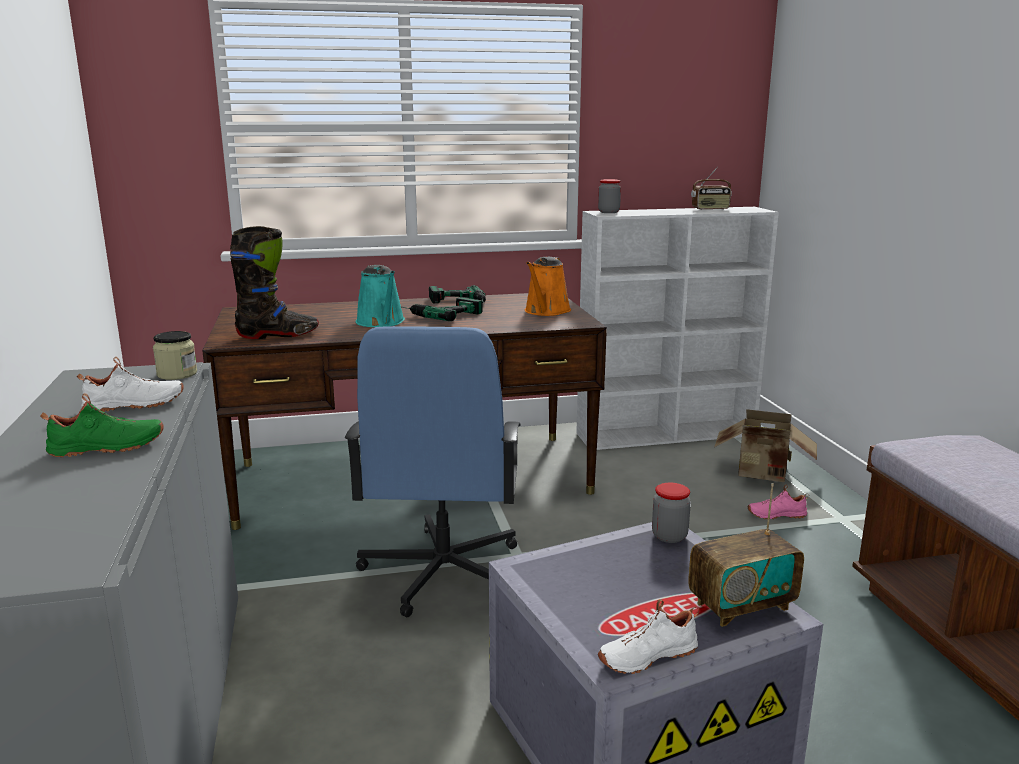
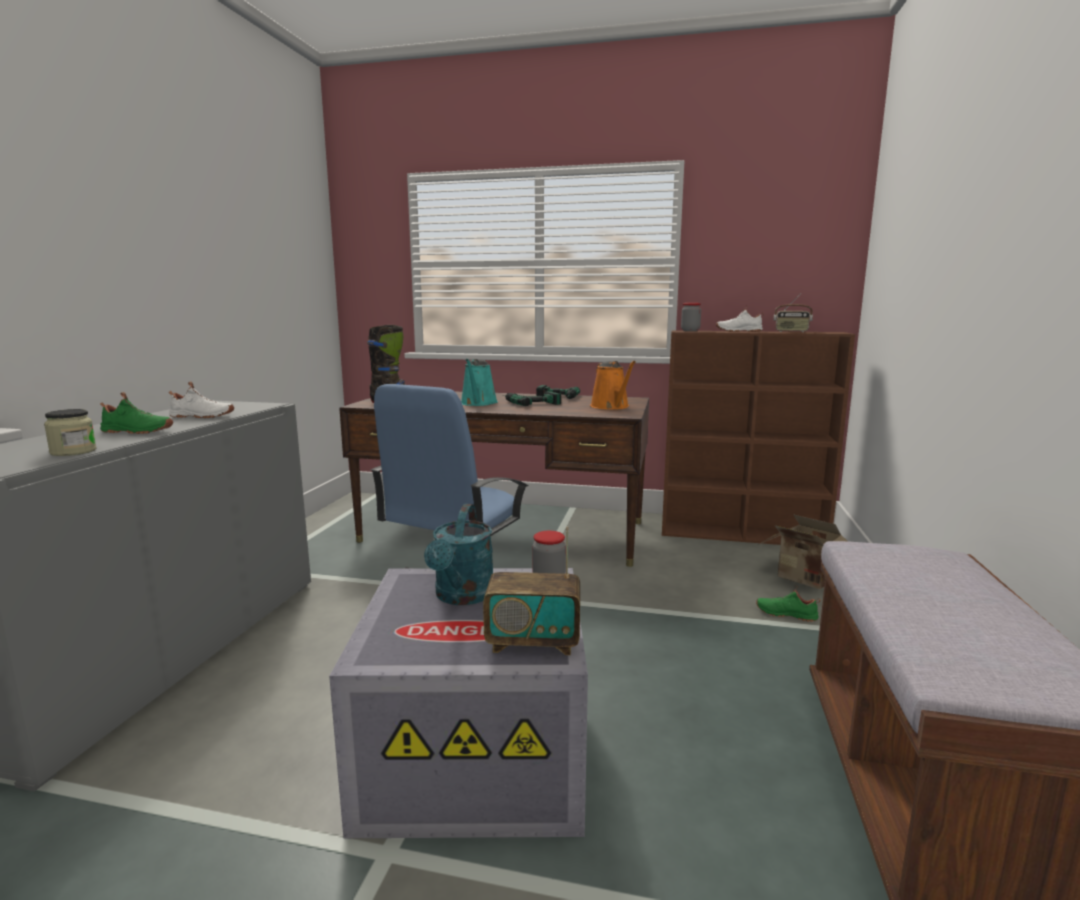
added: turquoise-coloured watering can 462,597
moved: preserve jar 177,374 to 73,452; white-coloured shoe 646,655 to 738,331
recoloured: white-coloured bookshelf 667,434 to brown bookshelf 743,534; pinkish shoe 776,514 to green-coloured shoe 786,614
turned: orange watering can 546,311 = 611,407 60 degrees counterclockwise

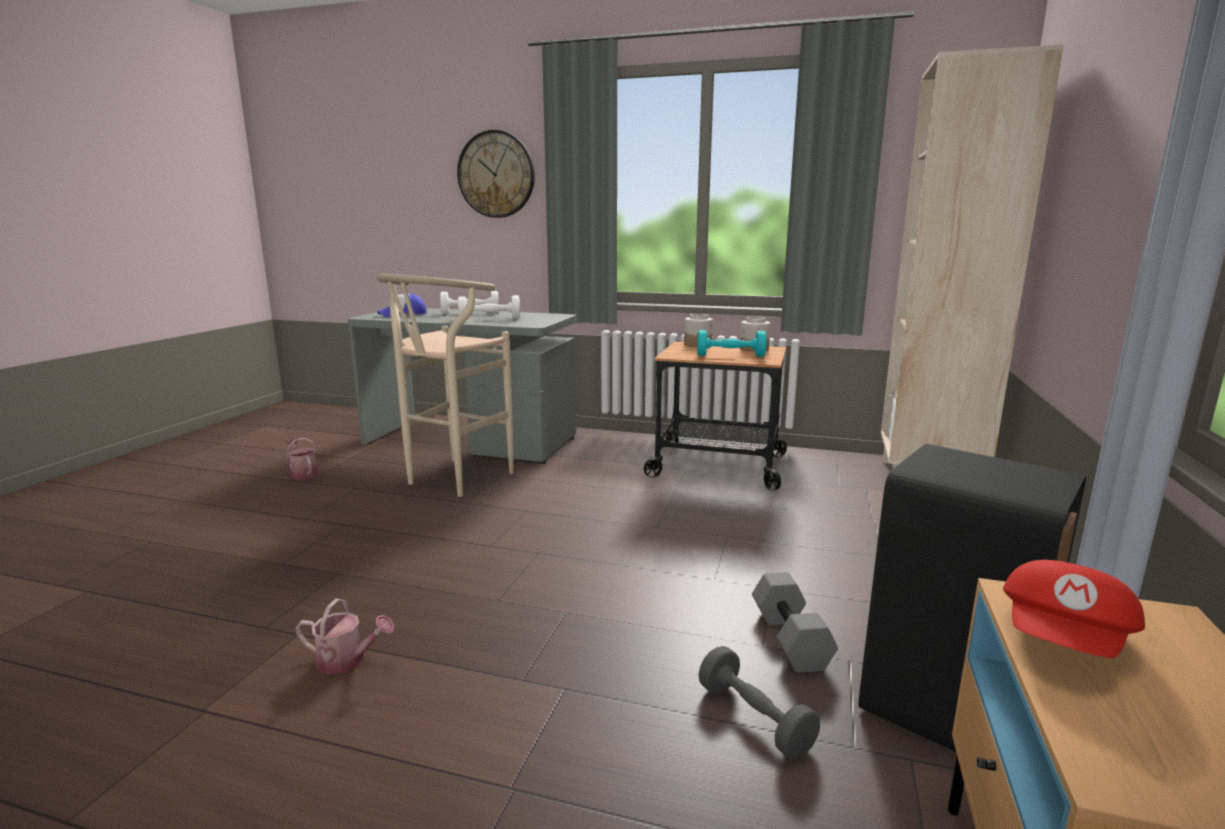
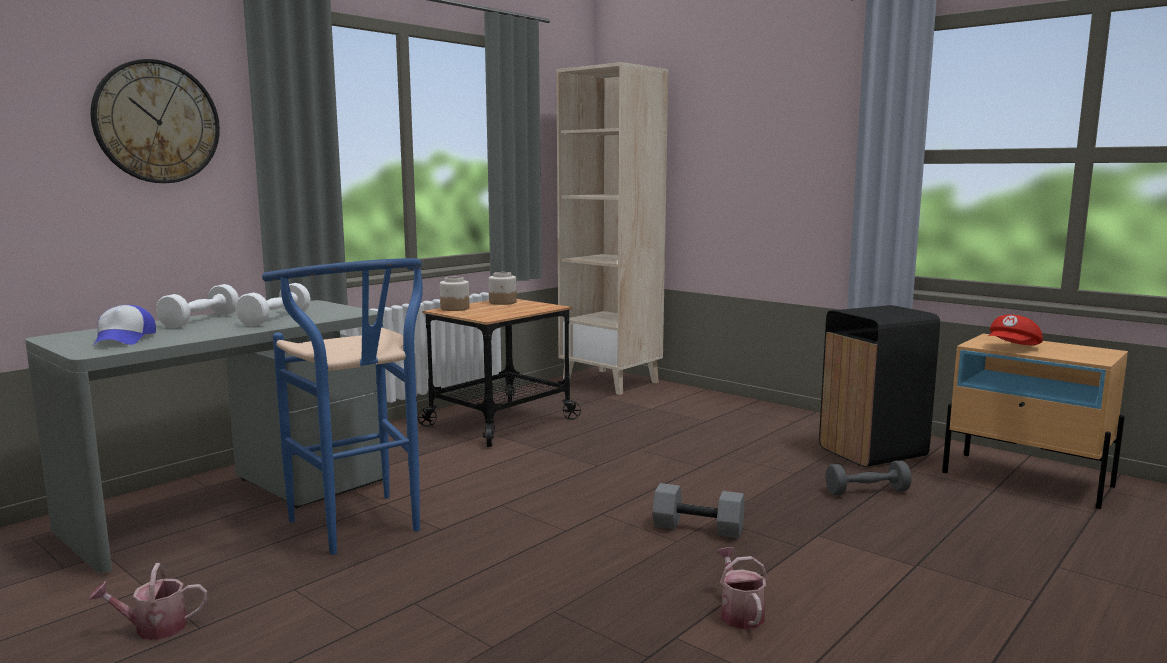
removed: turquoise-coloured free weight 730,356
moved: grey free weight 792,640 to 699,527
recoloured: beige sitting stool 452,481 to bluish sitting stool 362,529
turned: watering can 347,660 = 739,613 45 degrees counterclockwise; reddish peaked cap 1065,642 = 1013,348 75 degrees clockwise

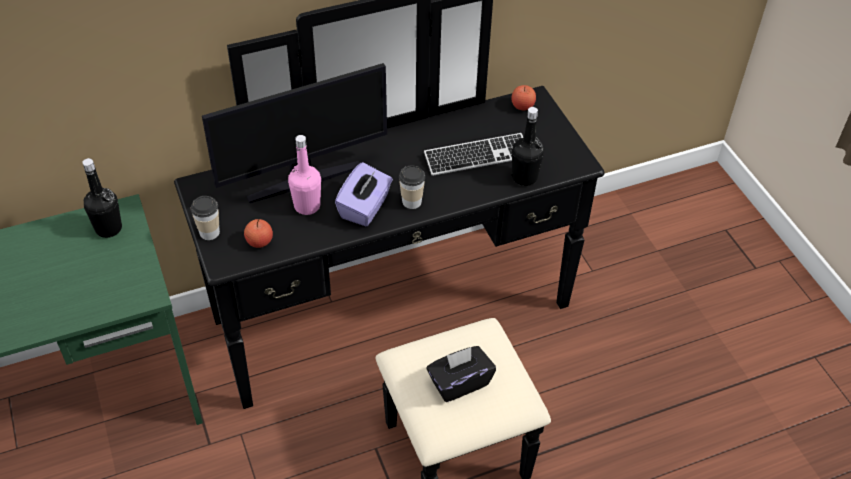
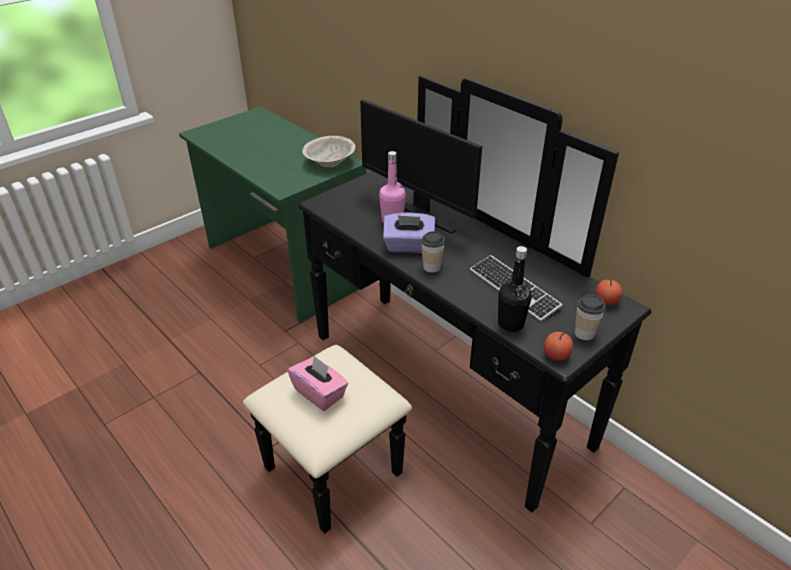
moved: whole apple 259,241 to 556,355; cup 209,232 to 584,333
replaced: black drink bottle 108,228 to beige deep dish 330,162
recoloured: black tissue box 459,383 to pinkish tissue box 319,393

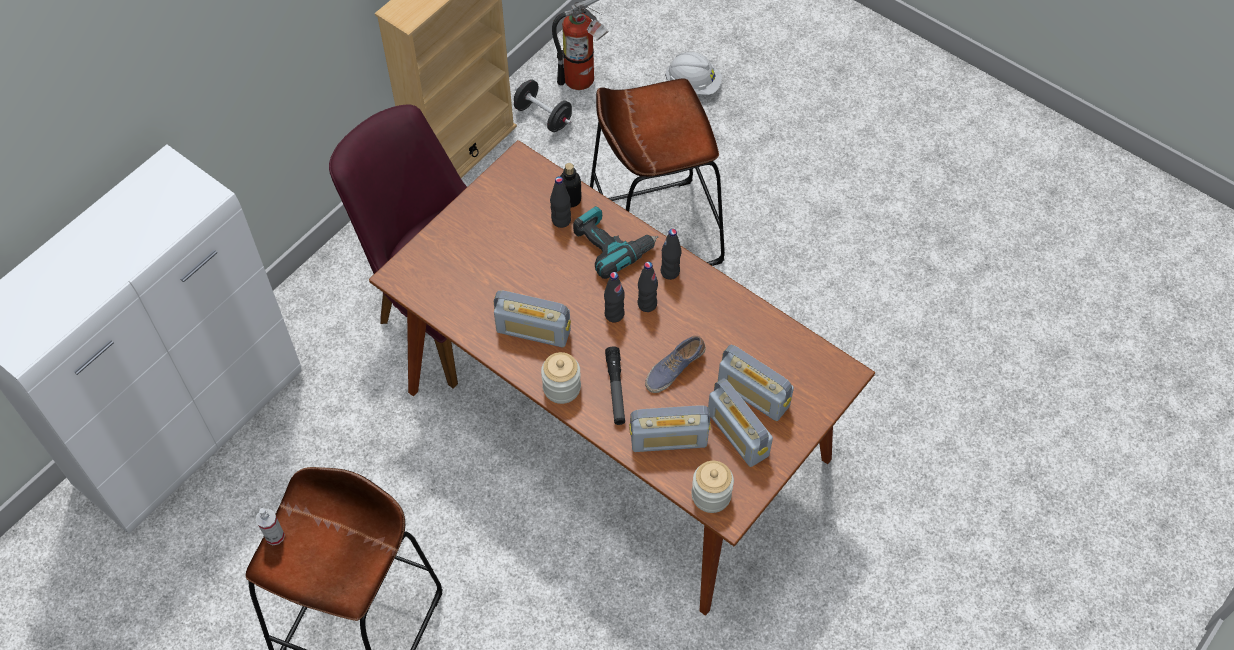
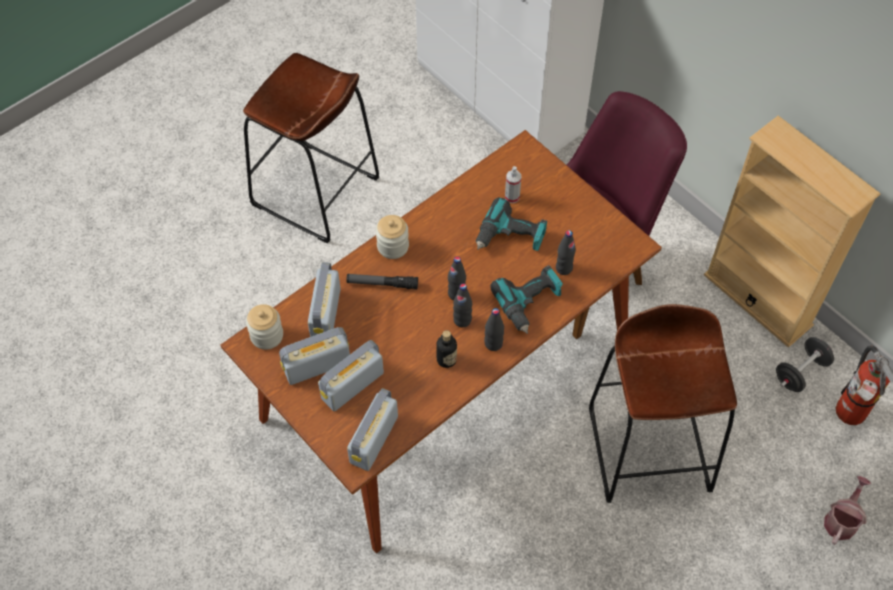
removed: shoe 674,368
added: electric drill 510,237
moved: radio receiver 533,331 to 374,439; drink bottle 570,200 to 446,359; hand sprayer 275,536 to 512,197
replaced: white-coloured hard hat 693,84 to watering can 842,520

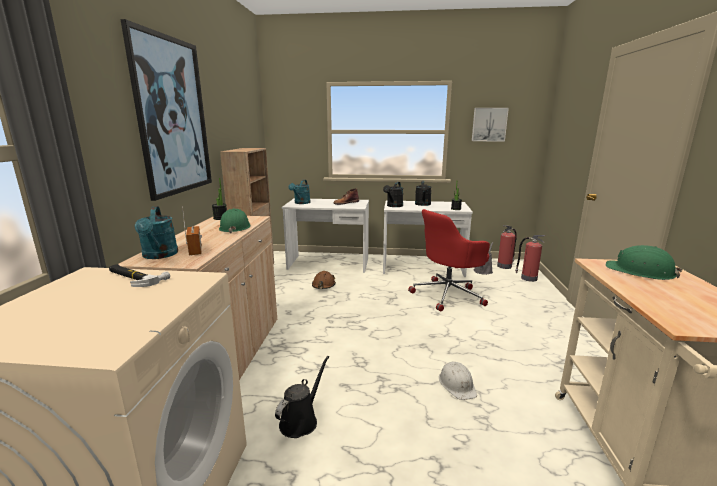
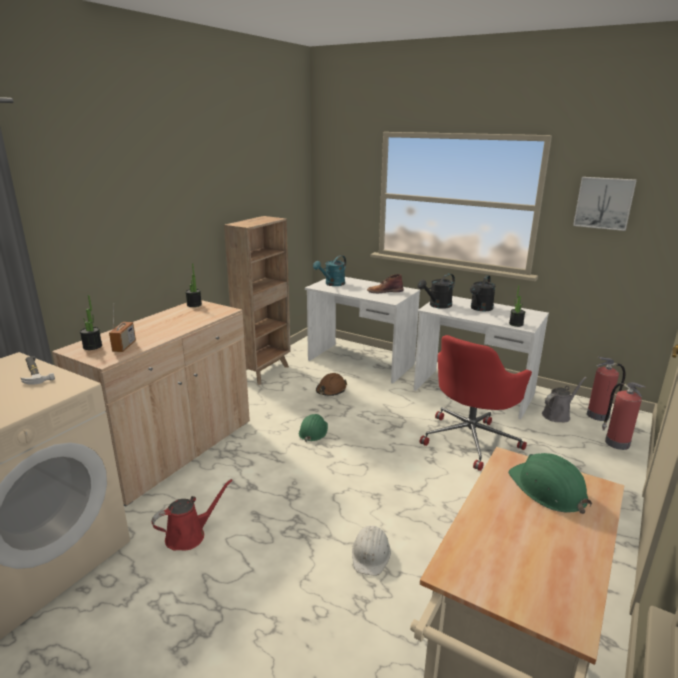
removed: picture 173,117
moved: green-coloured hard hat 235,227 to 313,431
replaced: turquoise-coloured watering can 159,255 to plant in a pot 92,346
recoloured: black watering can 301,420 to reddish watering can 189,535
turned: reddish desk chair 448,295 = 471,439 45 degrees counterclockwise

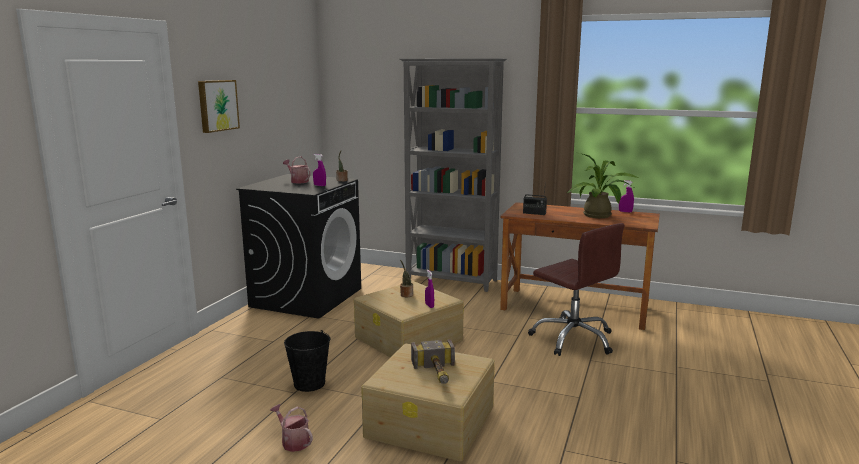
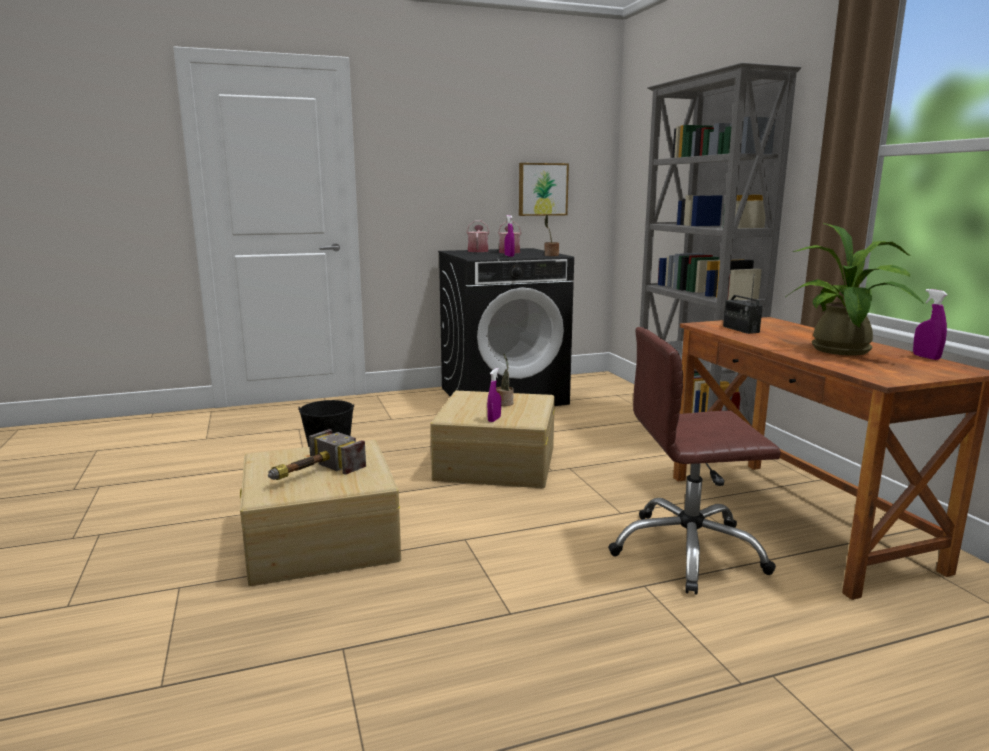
moved: watering can 293,441 to 478,251; picture 217,105 to 542,189
turned: brown desk chair 573,339 = 688,551 75 degrees clockwise

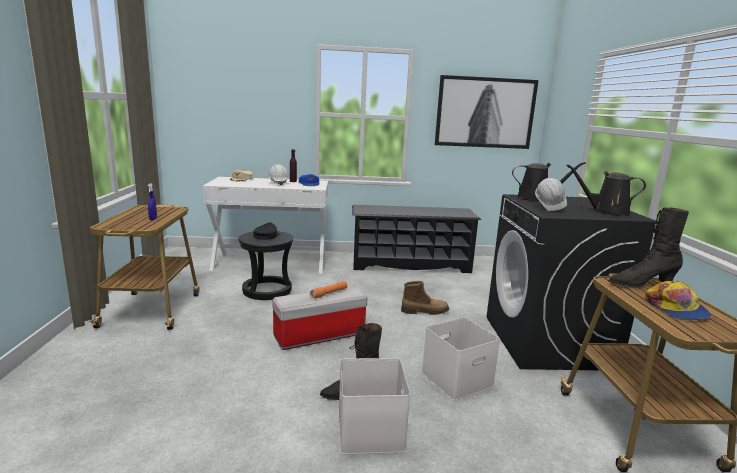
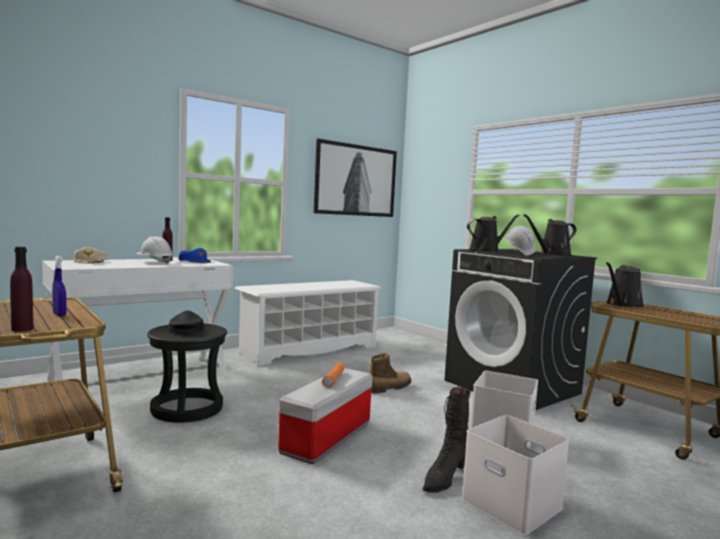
removed: peaked cap 676,309
added: purplish drink bottle 22,329
replaced: black tall boot 641,284 to black watering can 623,304
recoloured: black shoe rack 410,264 to white-coloured shoe rack 309,349

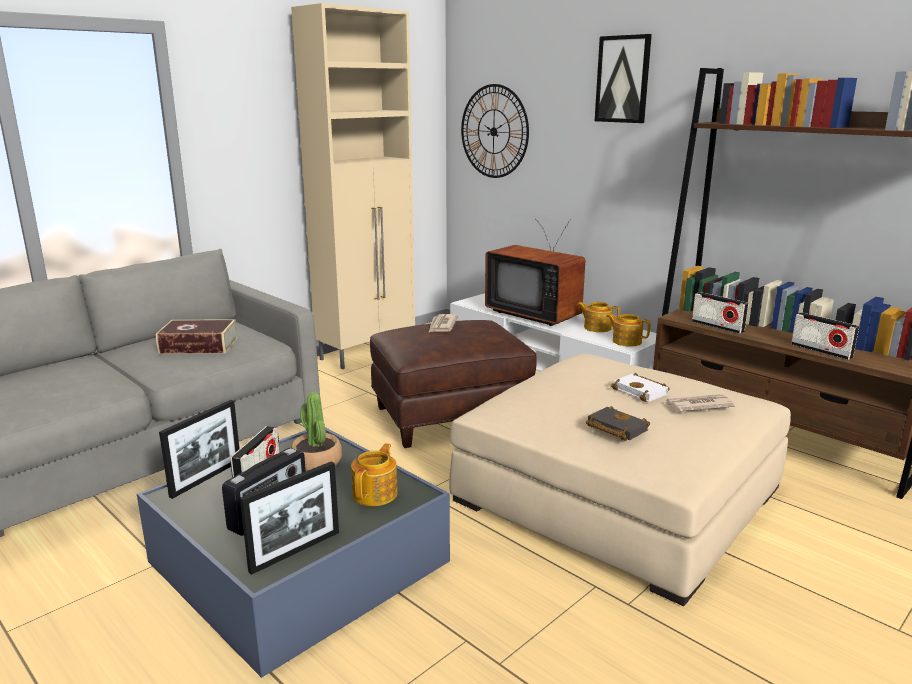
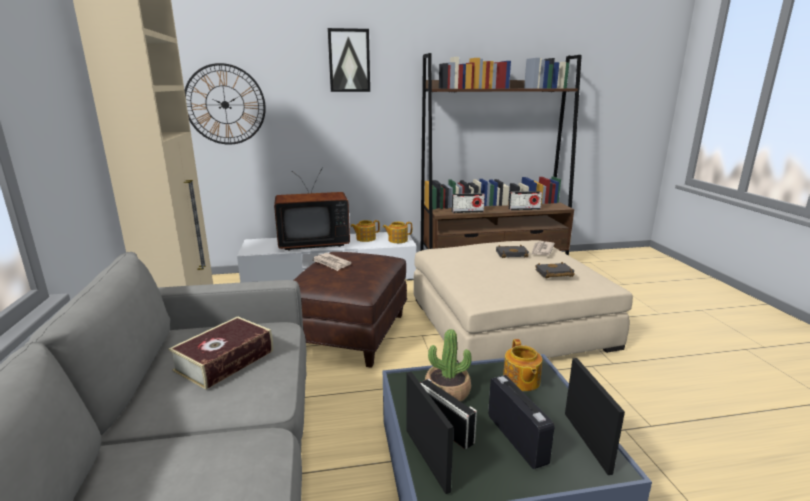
recoloured: white-coloured book 642,391 to black book 512,254
turned: pot for tea 376,493 = 521,381 150 degrees counterclockwise

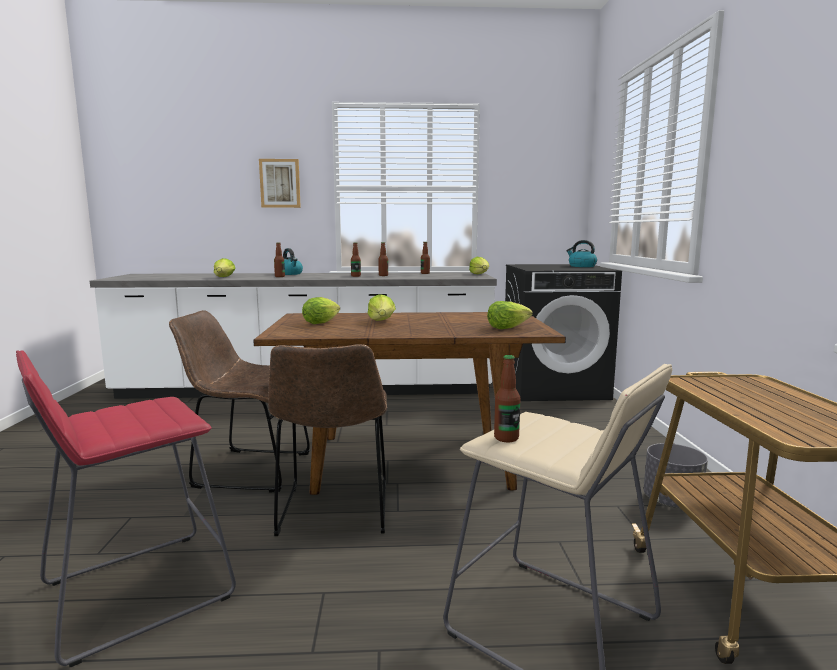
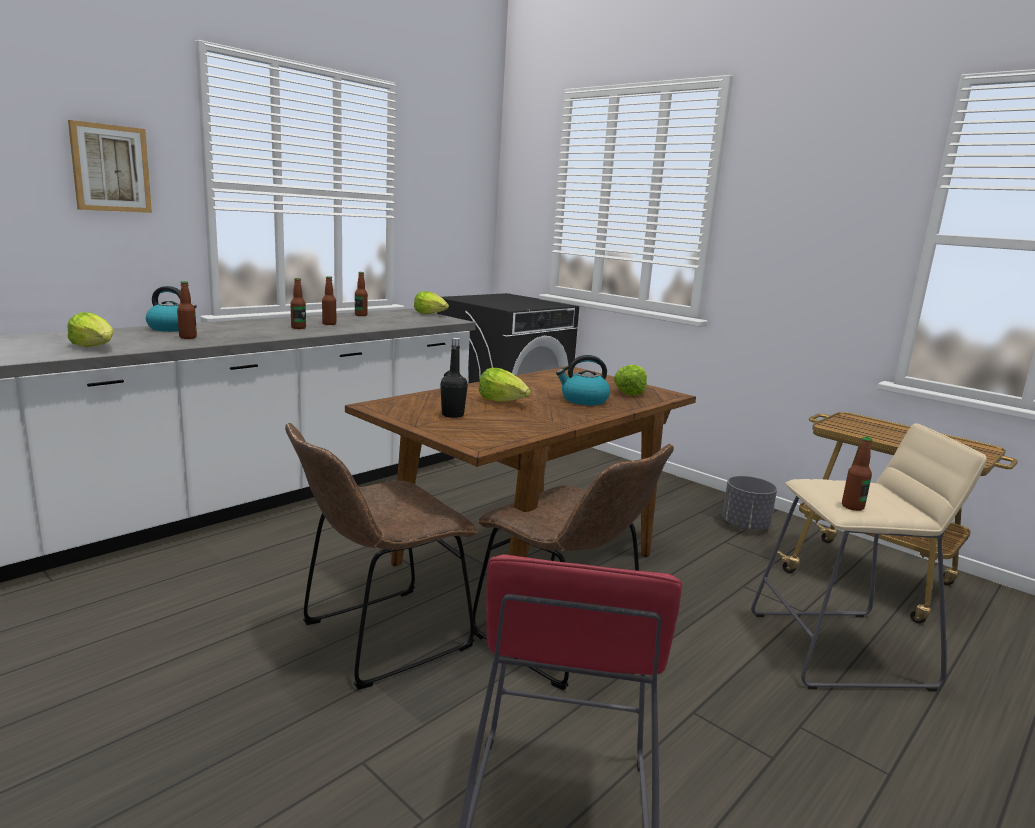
moved: water kettle 581,266 to 583,400
replaced: lettuce 322,322 to black drink bottle 452,415

